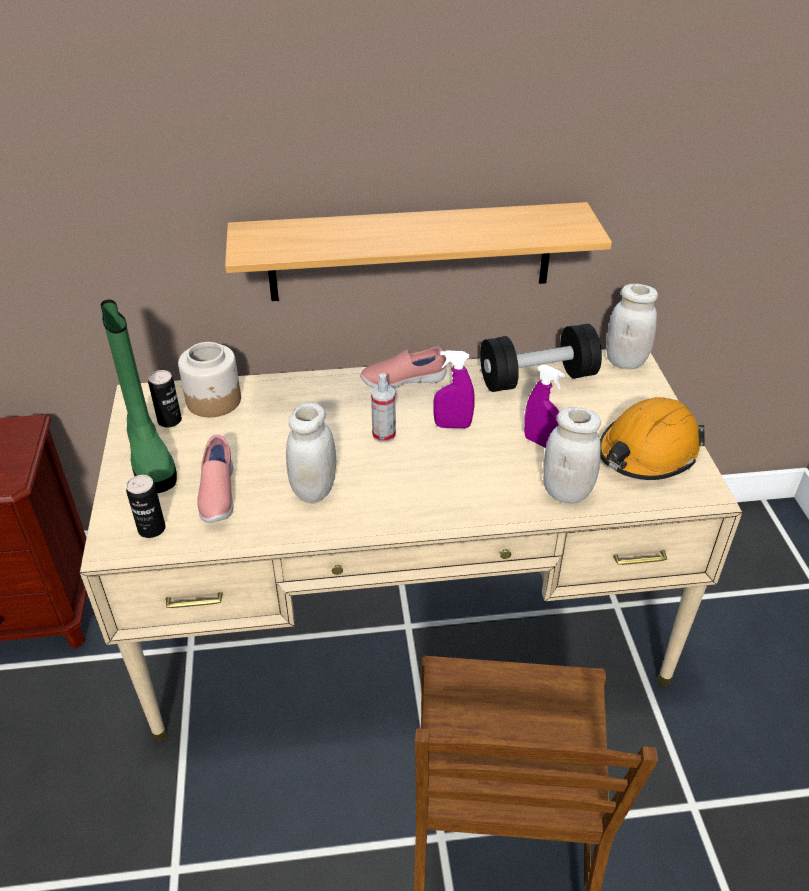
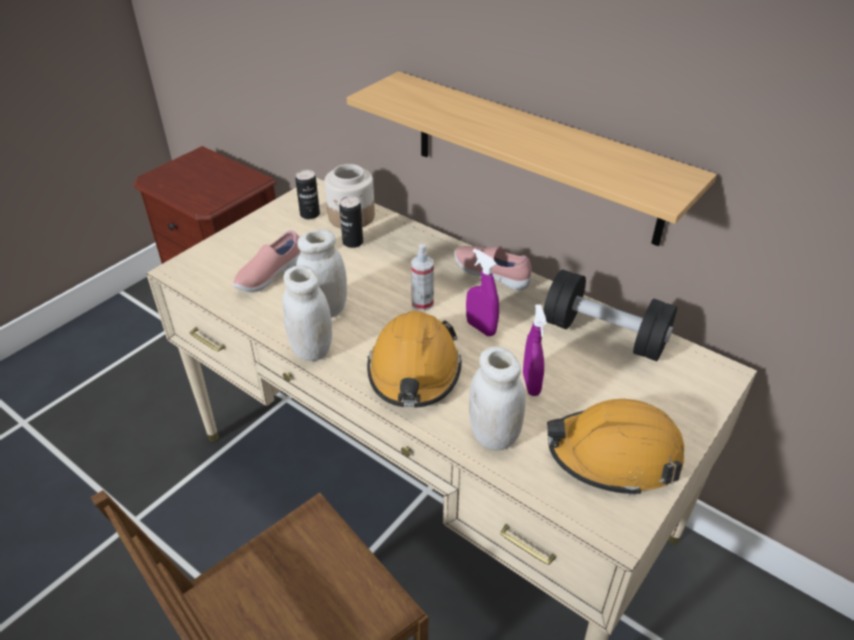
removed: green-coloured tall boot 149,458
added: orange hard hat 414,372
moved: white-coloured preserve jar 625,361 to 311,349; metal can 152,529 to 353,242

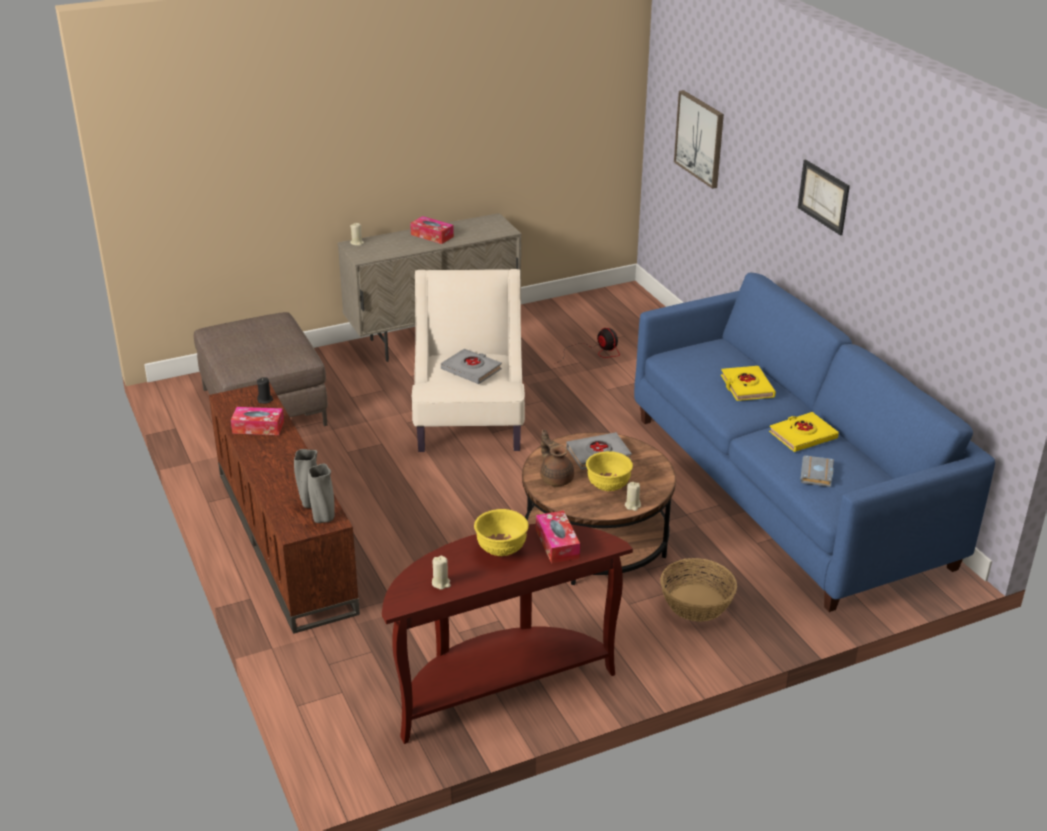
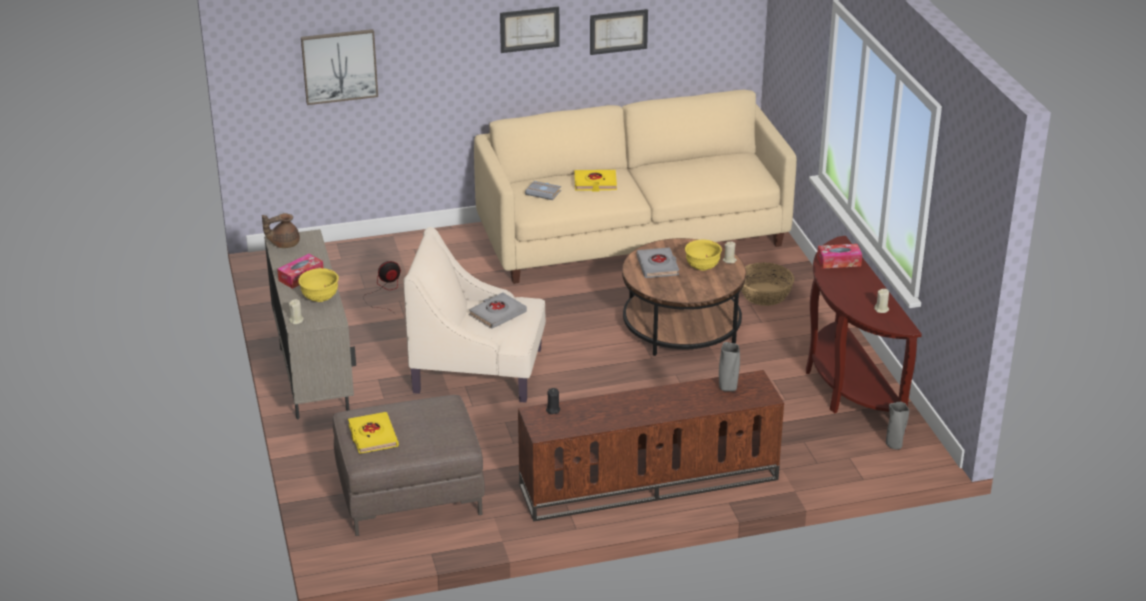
removed: tissue box 258,427
added: picture 618,31
moved: brown pot for tea 556,478 to 284,244; yellowish deep dish 501,549 to 319,298; yellowish book 802,436 to 372,436; grey book 818,475 to 544,193; grey flower vase 323,519 to 894,445
recoloured: bluish settee 787,489 to beige settee 632,235

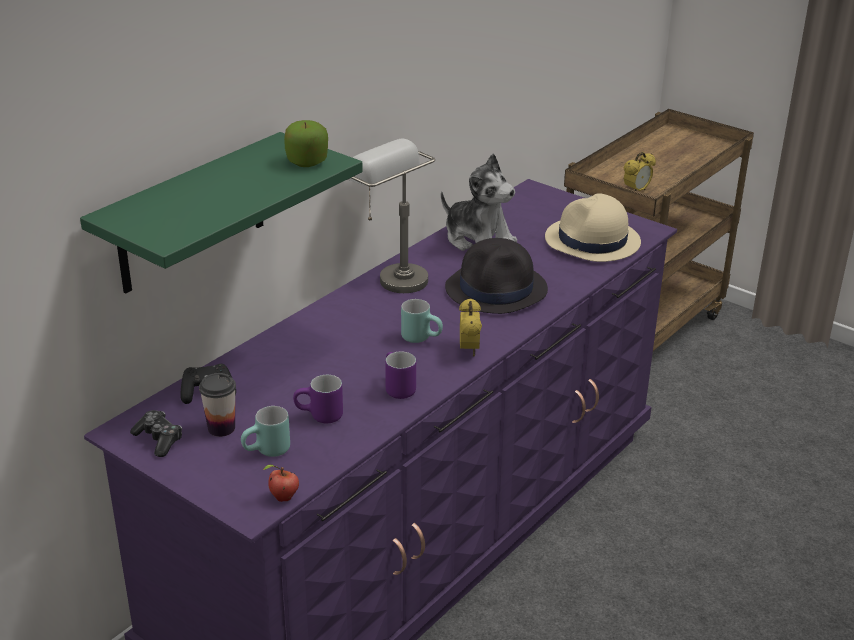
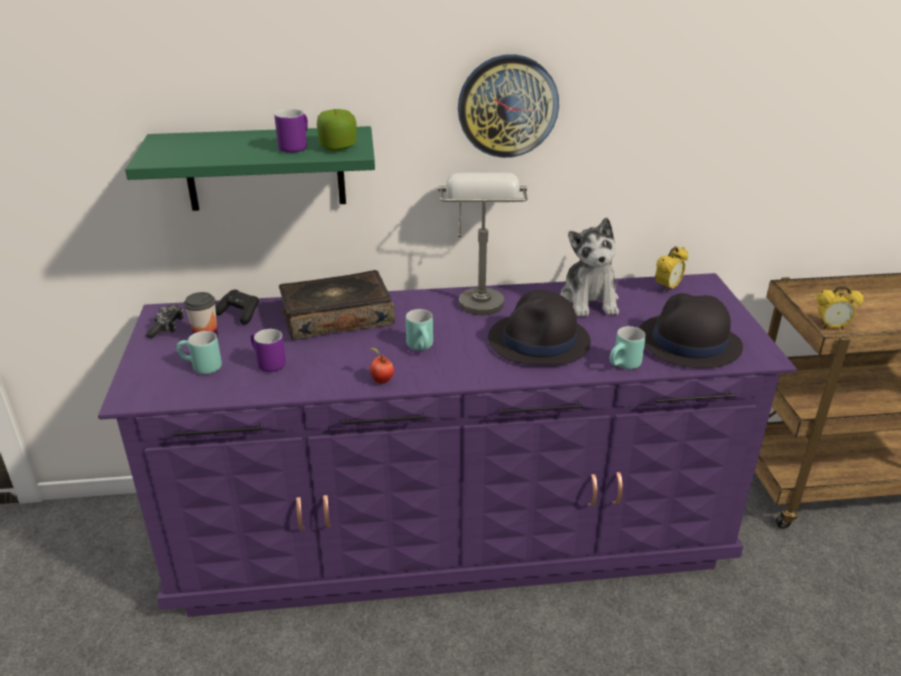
added: book 337,317; hanging clock 507,106; turquoise-coloured mug 624,366
moved: purplish mug 395,388 to 294,146; whole apple 283,498 to 381,381; alarm clock 469,350 to 667,288
recoloured: beige wearable hat 592,241 to black wearable hat 688,342

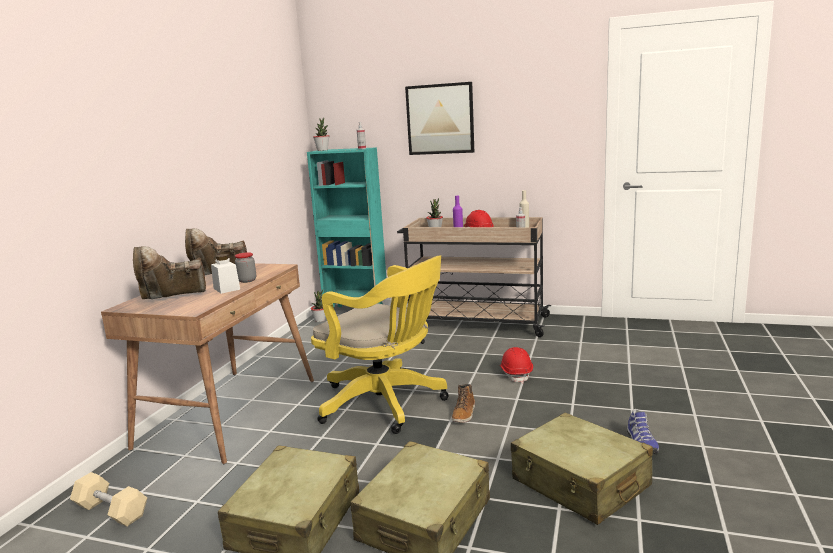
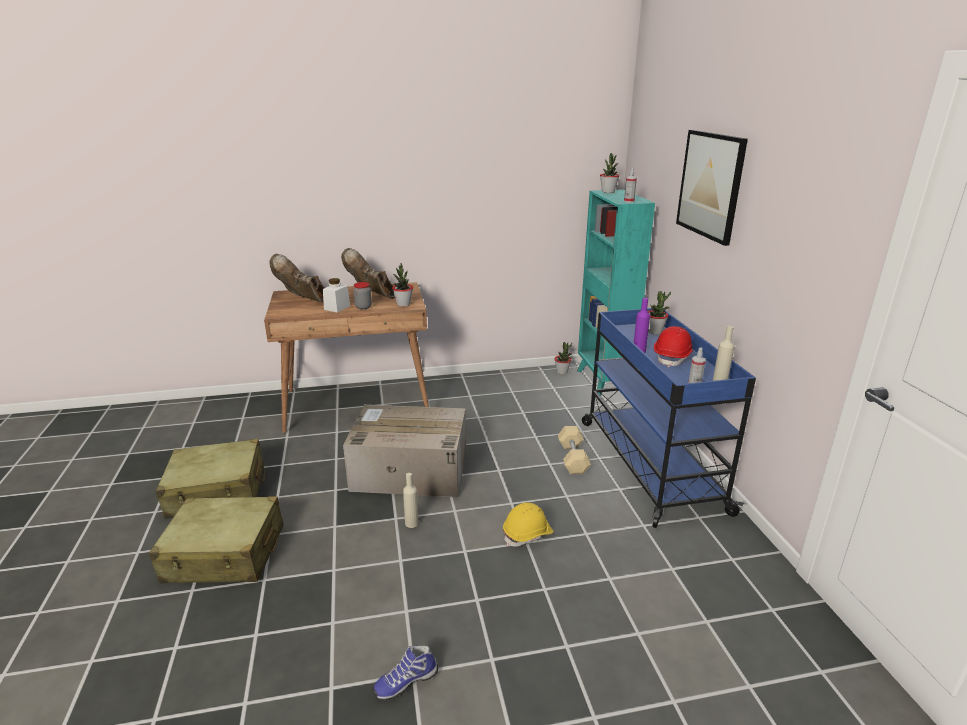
removed: beige travel case 580,483
added: plant in a pot 403,304
moved: beige free weight 111,511 to 573,458
replaced: yellowish desk chair 386,404 to carton 408,470; tall boot 464,414 to beige drink bottle 411,523
recoloured: reddish hard hat 516,374 to yellowish hard hat 528,534; beige wheeled cart 474,323 to bluish wheeled cart 649,463

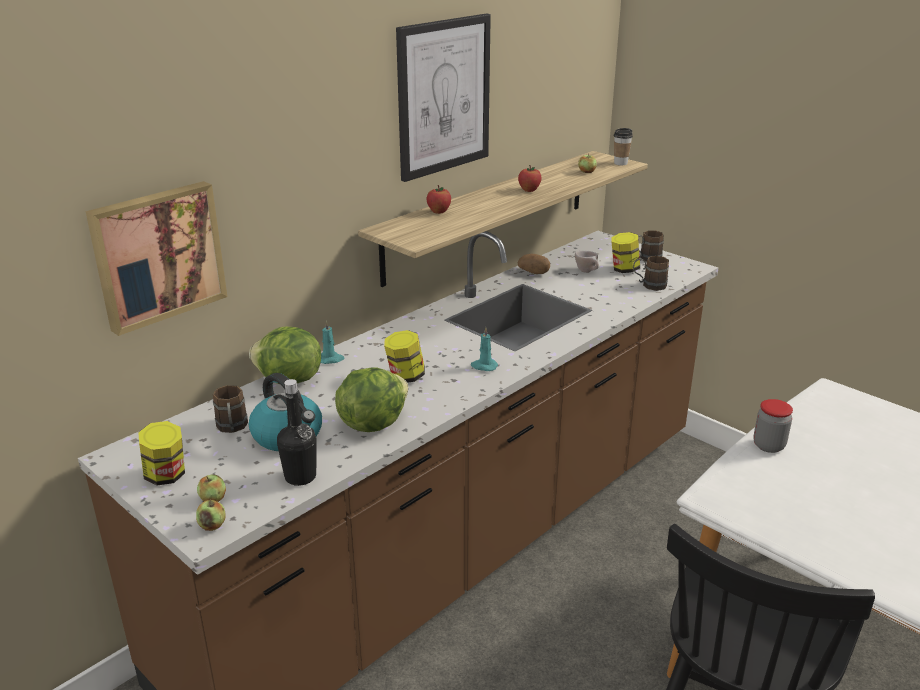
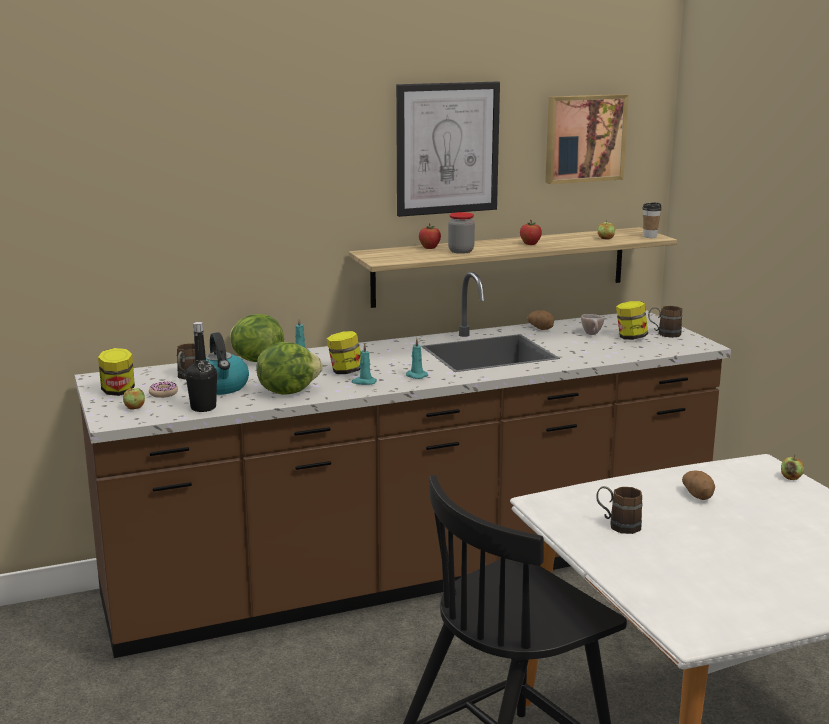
added: ring doughnut 163,393; turquoise-coloured wax light 364,382; whole potato 699,496
moved: preserve jar 768,445 to 461,251; picture 157,255 to 584,138; brown mug 649,285 to 618,525; whole apple 212,525 to 791,478

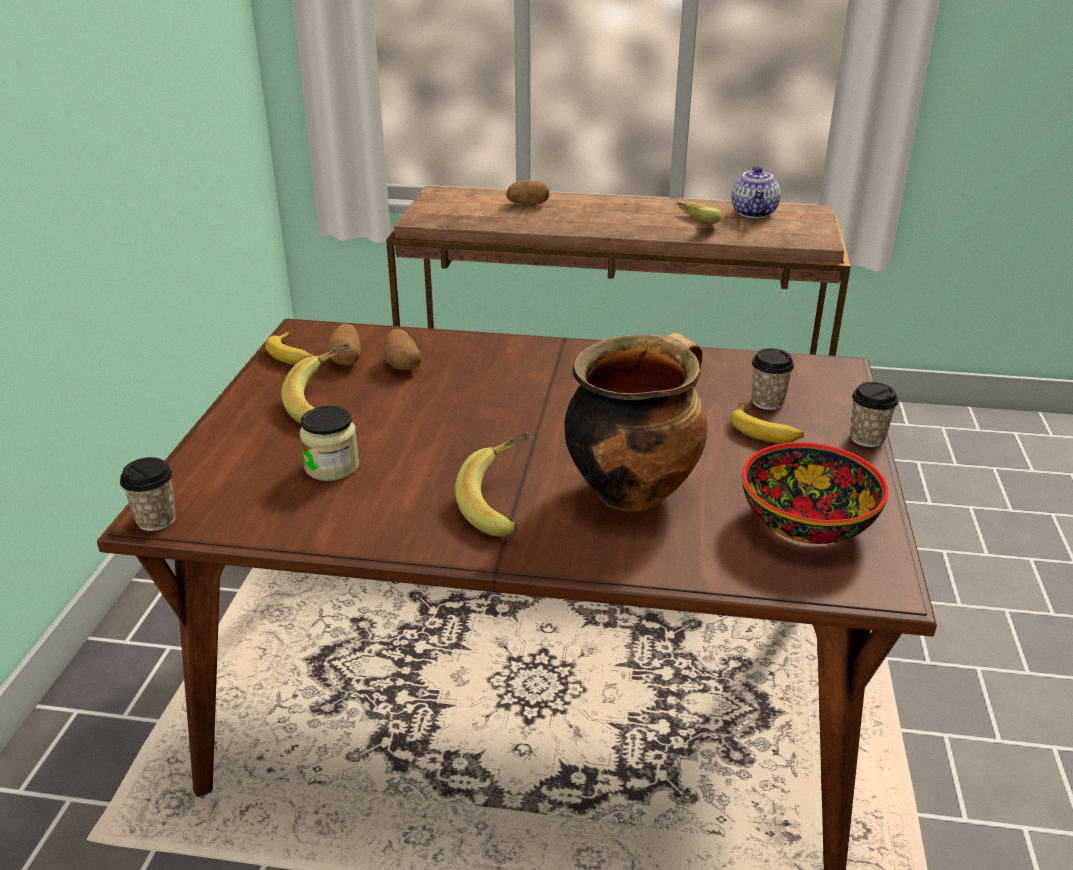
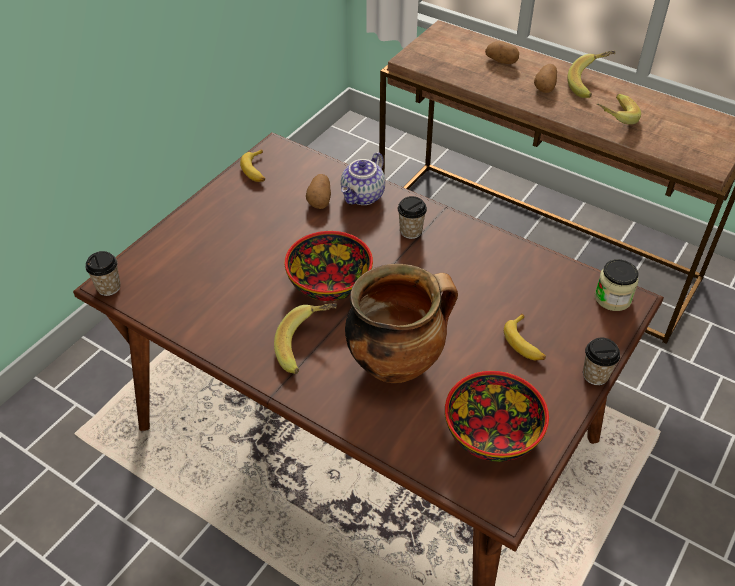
added: deep dish 330,282
moved: pot for tea 755,213 to 363,196; cup 767,402 to 411,231; whole potato 346,359 to 545,87; whole banana 326,404 to 591,85; preserve jar 332,467 to 612,298

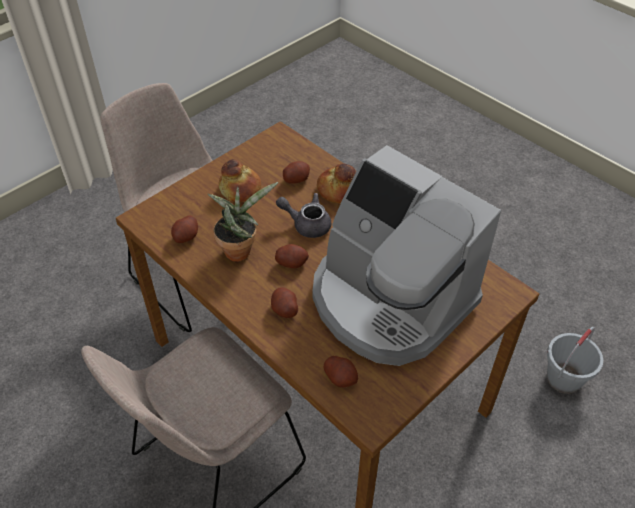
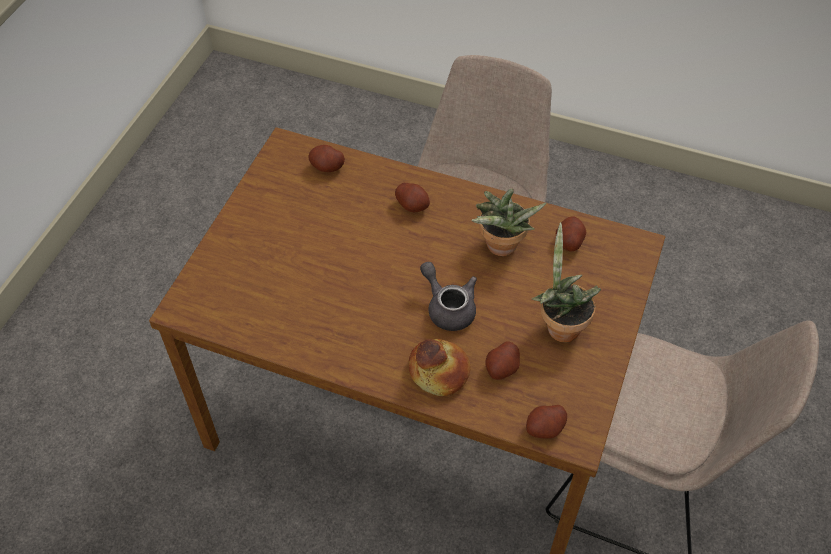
removed: coffee machine 389,300; grey pail 564,379
moved: whole potato 292,263 to 545,428
replaced: bread 241,189 to plant in a pot 559,325
turned: grey pot for tea 307,224 = 448,307 120 degrees counterclockwise

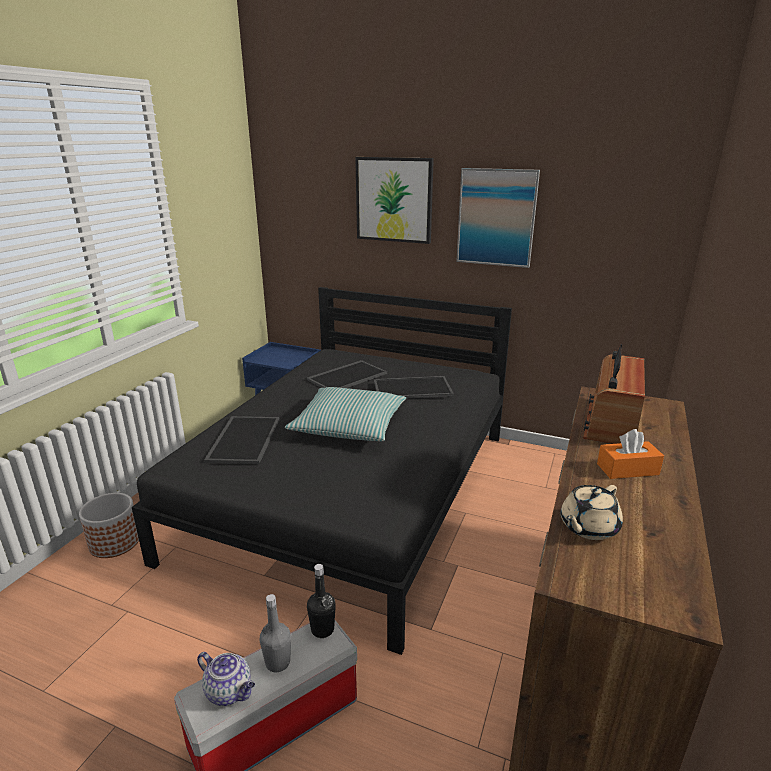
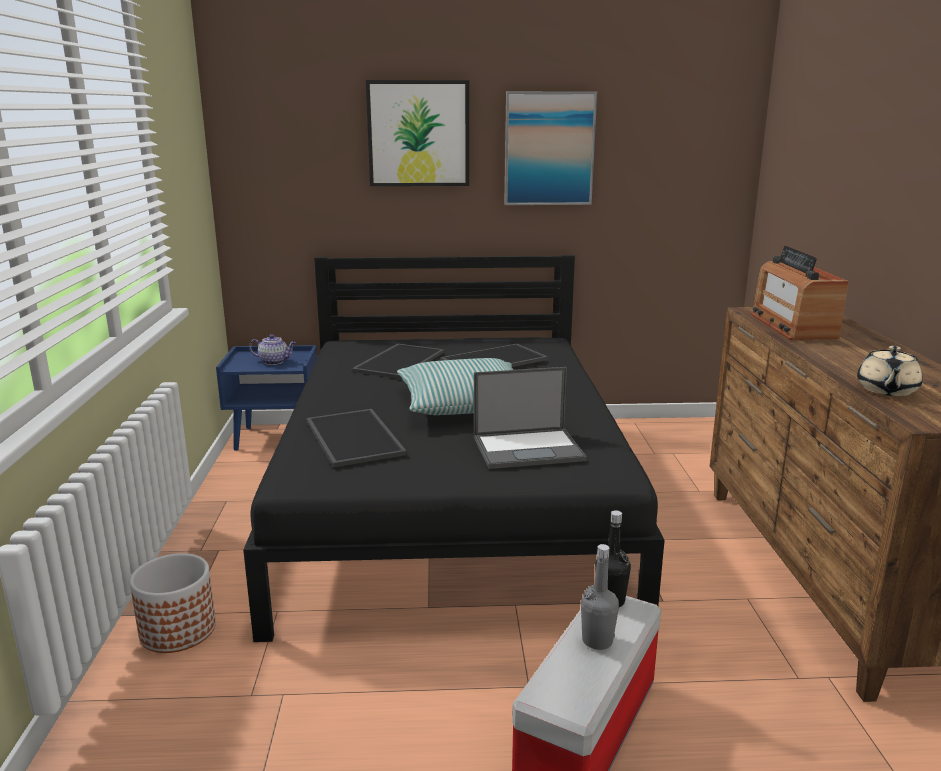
removed: orange tissue box 627,469
added: notebook computer 529,448
moved: pot for tea 230,691 to 274,361

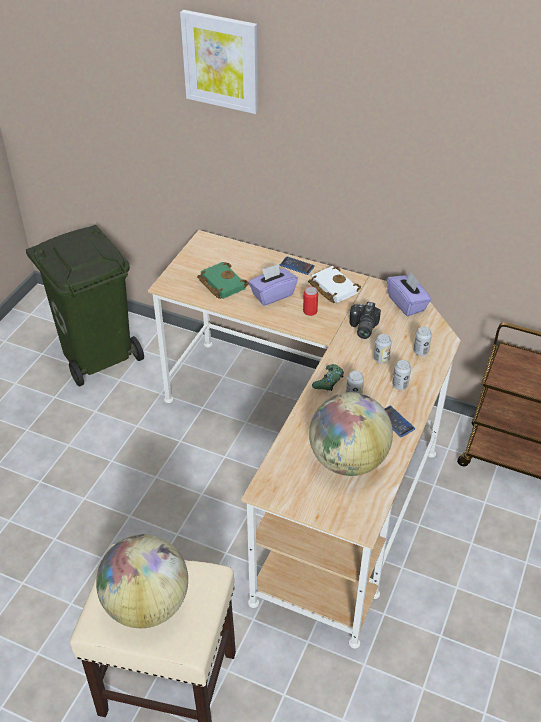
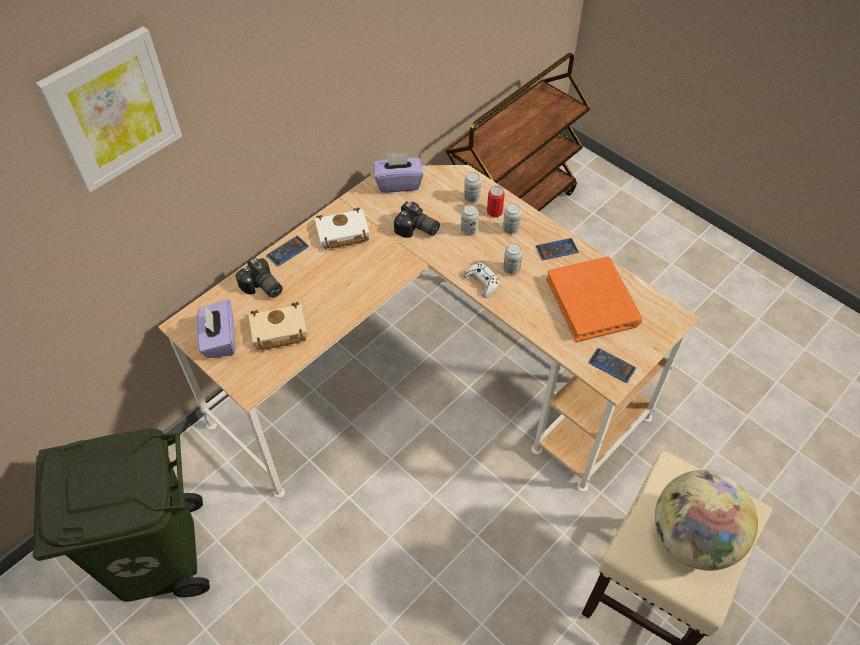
added: photo camera 262,288; handset 612,365
moved: purplish tissue box 272,295 to 219,339; metal can 310,311 to 494,212
replaced: desk globe 347,460 to orange book 593,301
recoloured: green-coloured book 220,283 to beige book 277,331; green-coloured joypad 328,381 to white-coloured joypad 482,282

